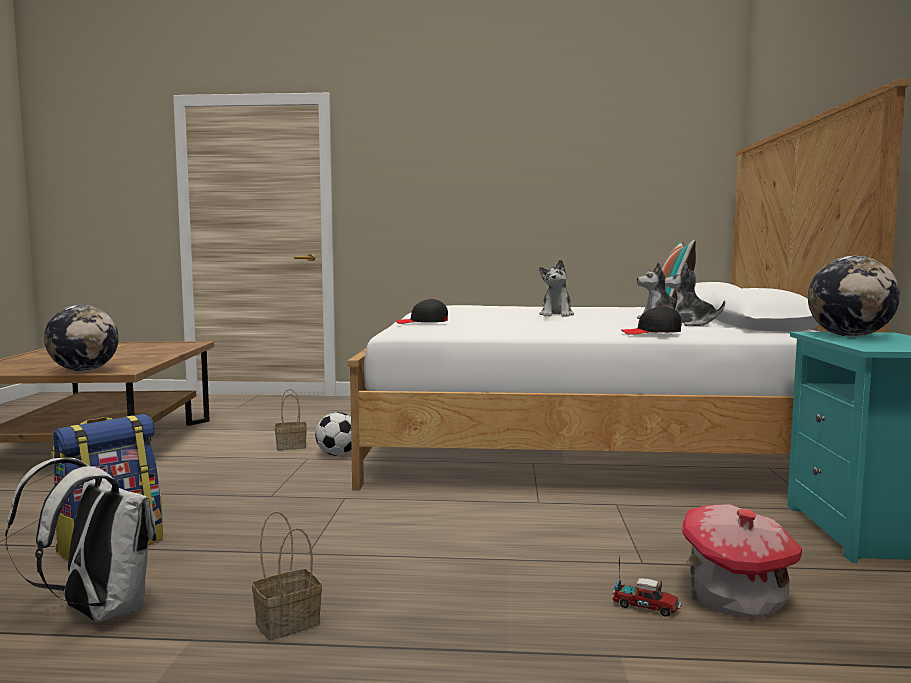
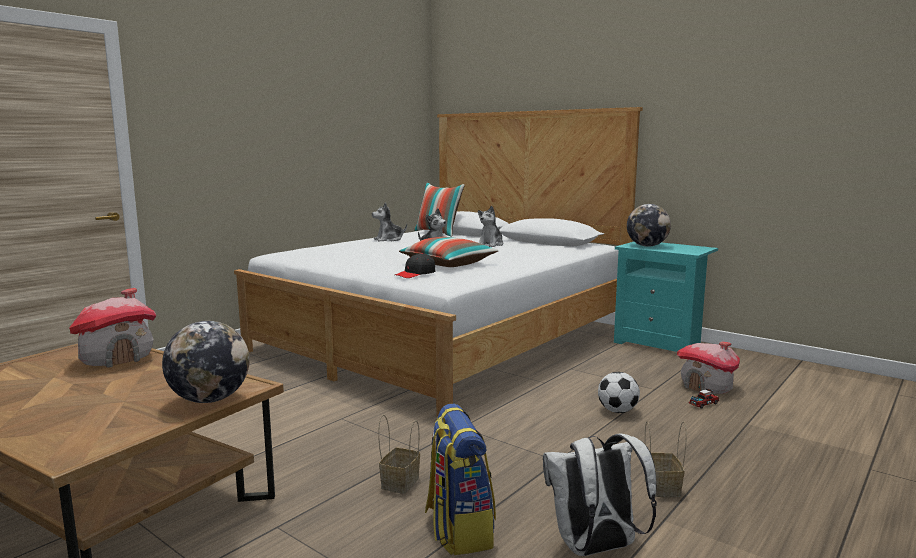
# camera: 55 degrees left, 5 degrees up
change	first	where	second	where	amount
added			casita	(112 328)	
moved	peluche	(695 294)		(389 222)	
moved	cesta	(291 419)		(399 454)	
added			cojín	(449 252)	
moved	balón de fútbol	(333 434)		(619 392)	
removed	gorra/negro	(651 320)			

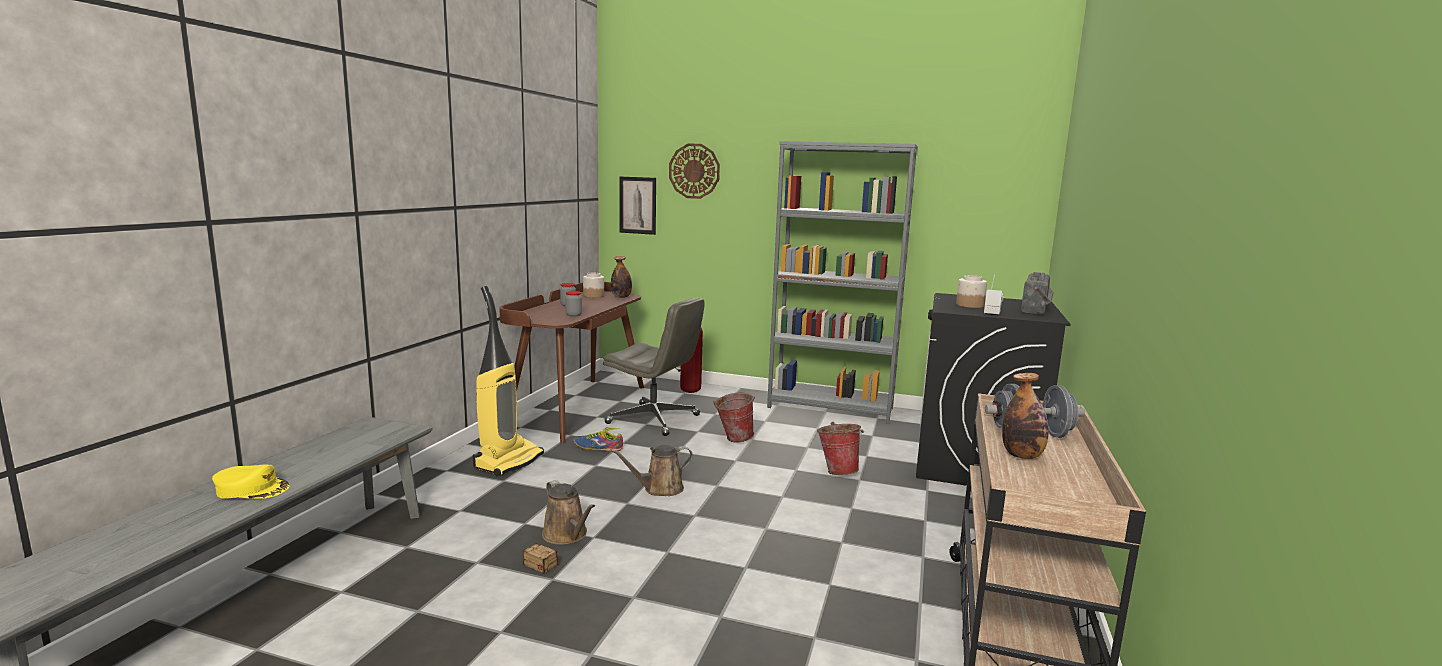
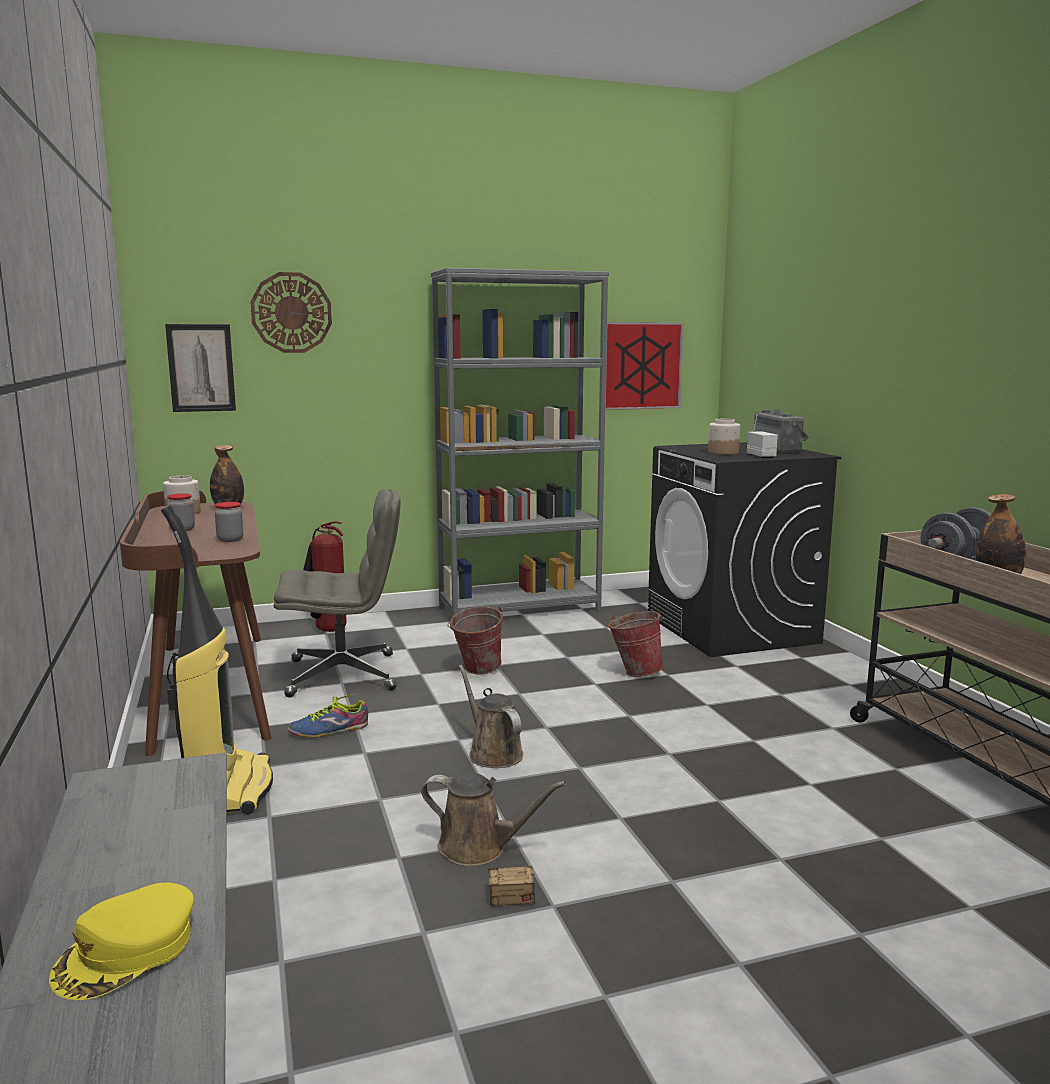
# camera: 35 degrees left, 0 degrees up
change	first	where	second	where	amount
turned	gorra/amarillo	(251 482)		(121 941)	150 degrees clockwise
turned	regadera/marrón	(651 470)		(491 716)	120 degrees clockwise
added			cuadro	(644 366)	

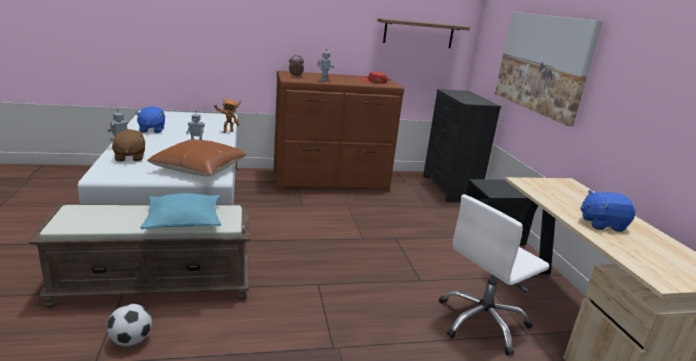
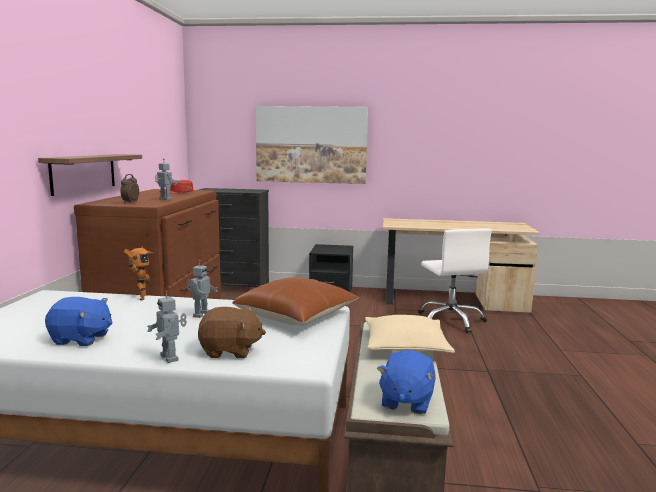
# camera: 70 degrees left, 10 degrees down
change	first	where	second	where	amount
moved	estante	(423 33)		(90 175)	
recoloured	cojín/turquesa	(180 211)	cojín/beis	(410 334)	
moved	peluche/azul	(608 211)		(406 382)	
removed	balón de fútbol	(129 325)			

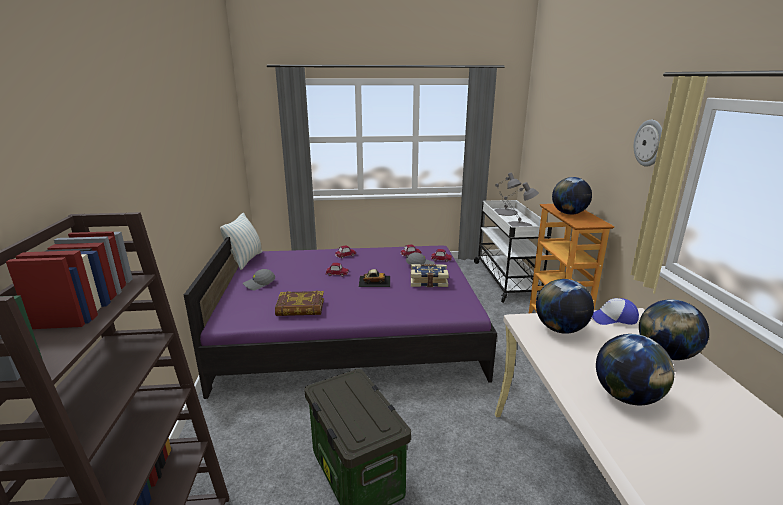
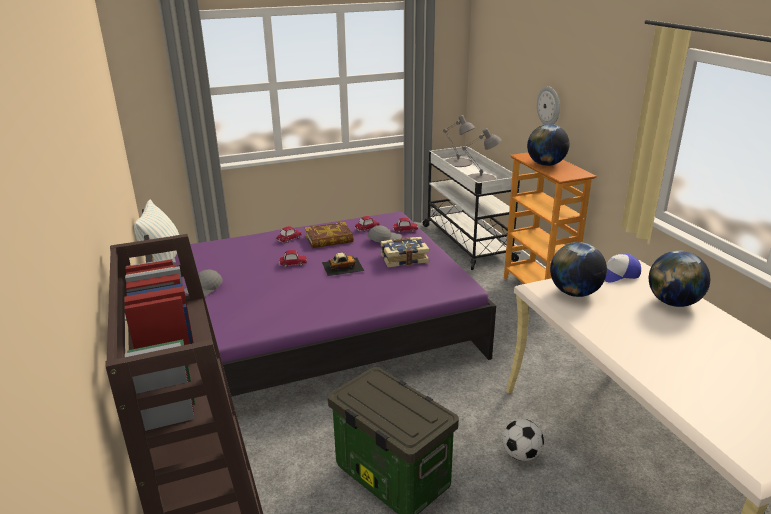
# camera: 15 degrees left, 5 degrees up
change	first	where	second	where	amount
moved	libro	(299 303)		(329 235)	
added			balón de fútbol	(523 440)	
moved	reloj de pared	(648 143)		(548 105)	
removed	globo terráqueo	(635 369)			

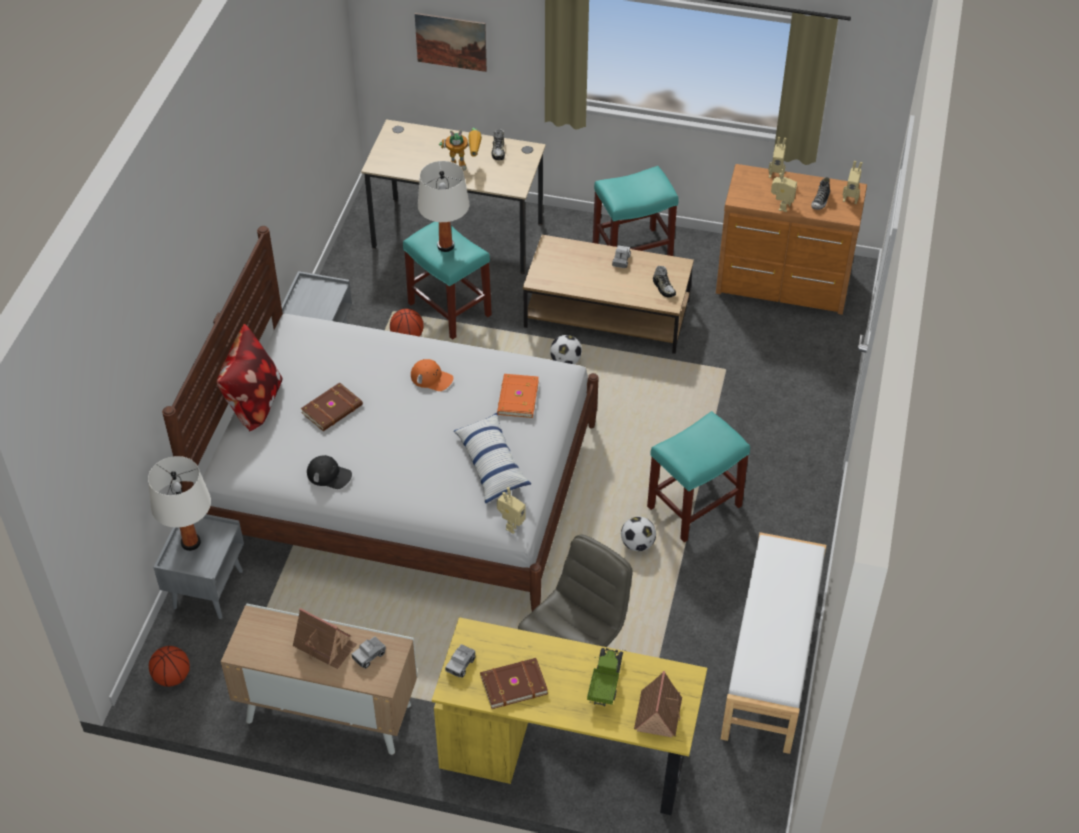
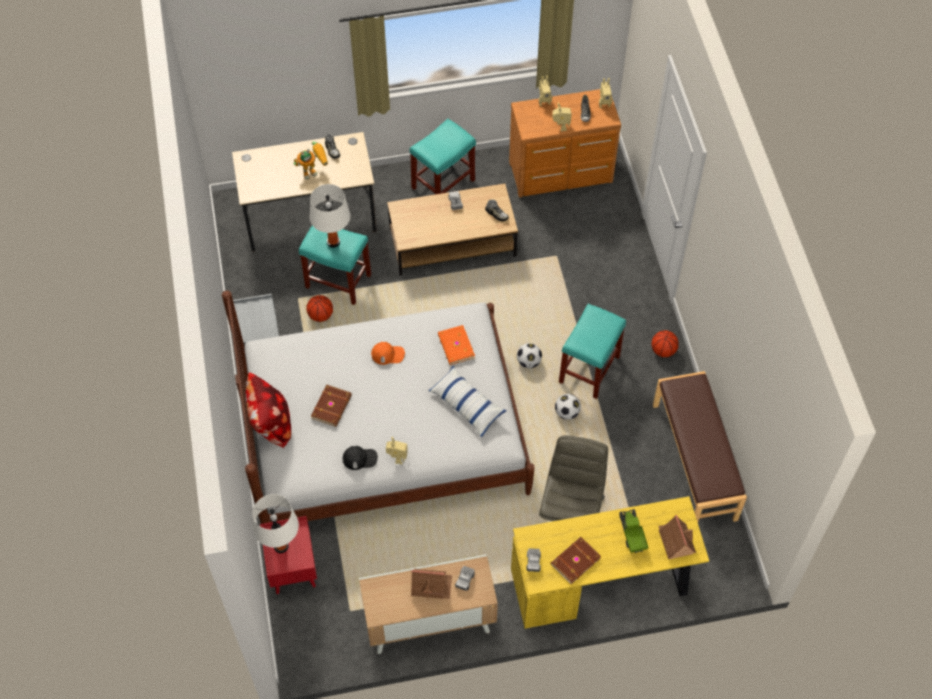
# camera: 25 degrees left, 10 degrees up
change	first	where	second	where	amount
recoloured	mesita de noche/gris	(198 566)	mesita de noche/rojo	(288 555)	
moved	robot de juguete	(511 510)		(397 450)	
moved	balón de fútbol	(566 349)		(529 355)	
moved	balón de baloncesto	(169 666)		(665 343)	
recoloured	banco/blanco	(773 643)	banco/marrón	(700 446)	
removed	cuadro	(451 42)			

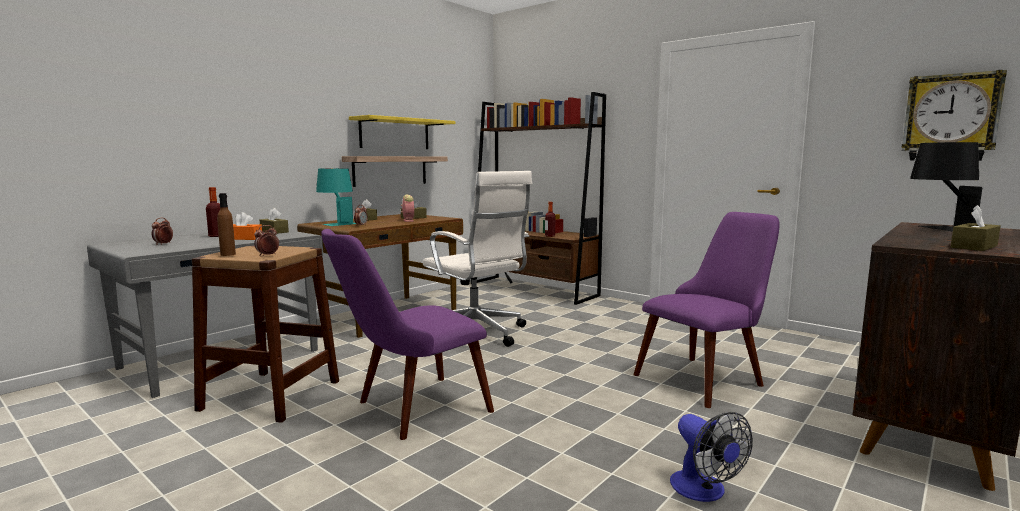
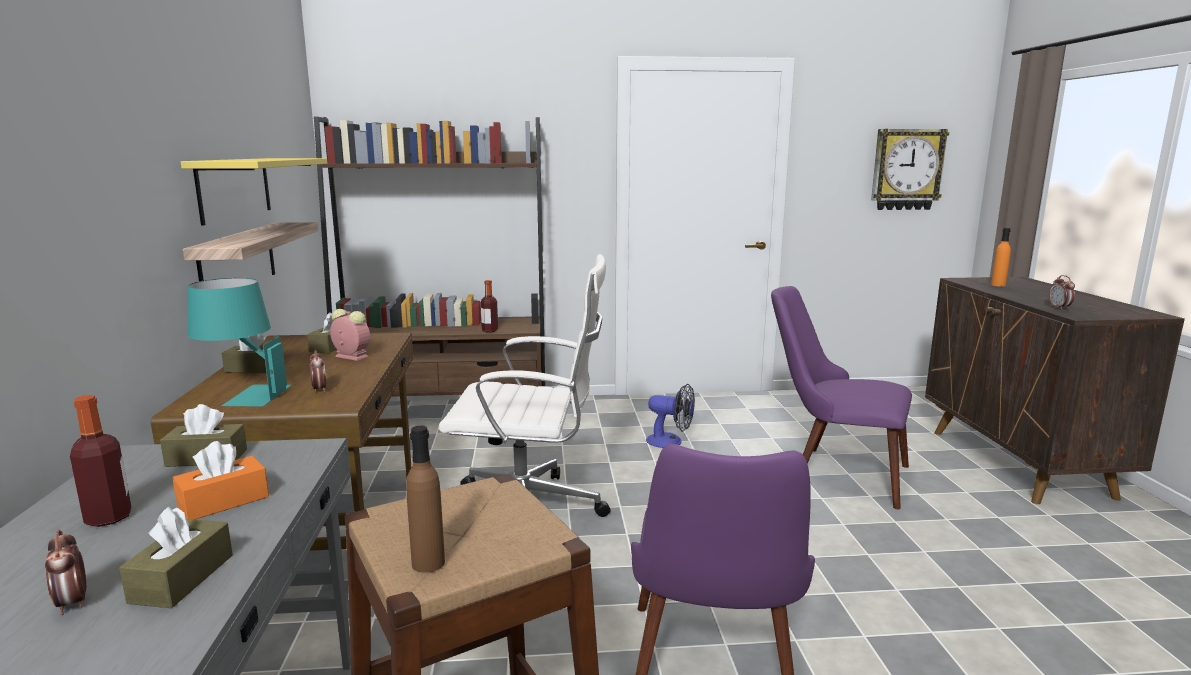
# camera: 45 degrees left, 5 degrees up
change	first	where	second	where	amount
moved	caja de pañuelos/marrón	(976 228)		(176 557)	
moved	ventilador	(711 457)		(670 416)	
turned	silla/morado	(707 310)		(841 397)	75 degrees counterclockwise
replaced	lámpara de mesa/negro	(946 186)	botella/naranja	(1001 257)	
moved	despertador	(266 240)		(1062 292)	

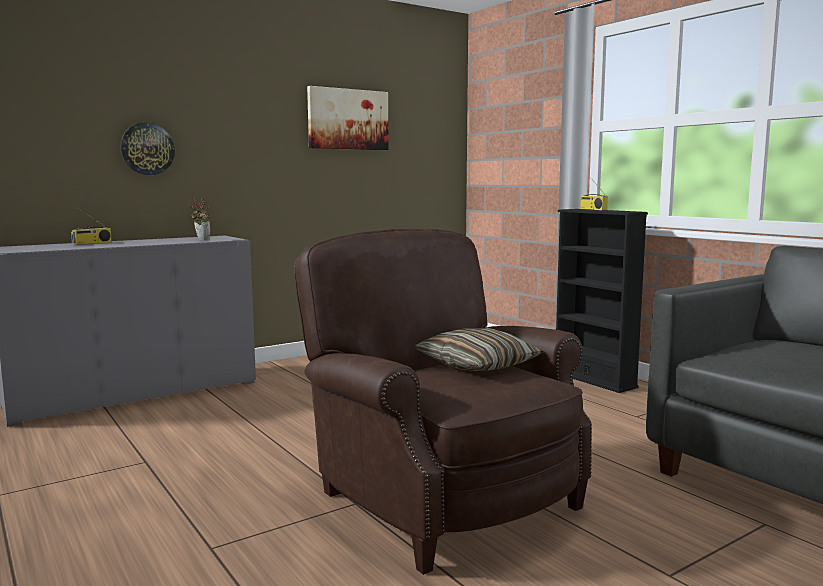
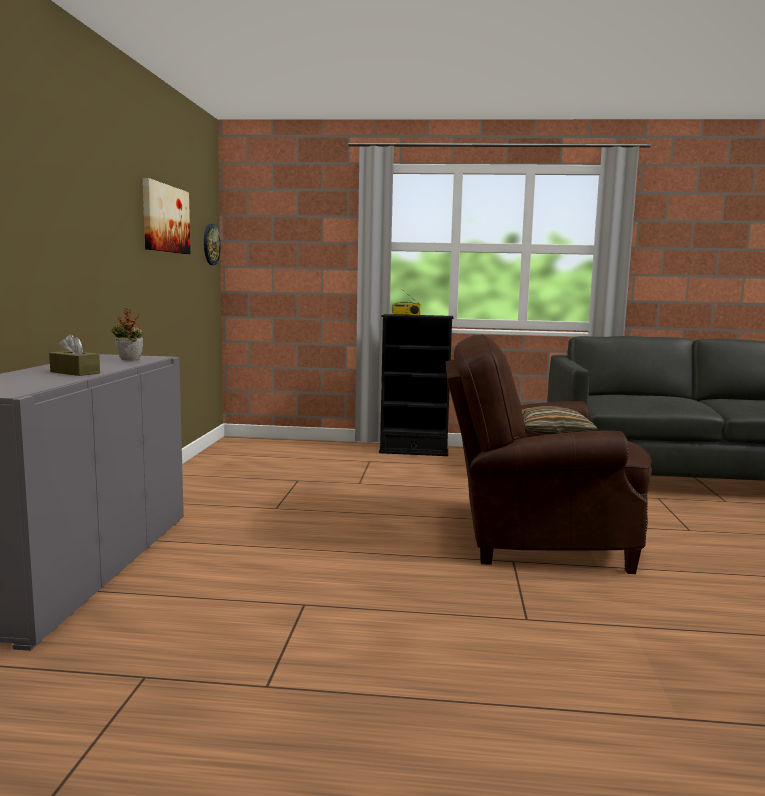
# camera: 50 degrees left, 0 degrees up
change	first	where	second	where	amount
added			caja de pañuelos/marrón	(74 355)	
moved	reloj de pared	(147 149)		(212 244)	
removed	radio	(91 227)			

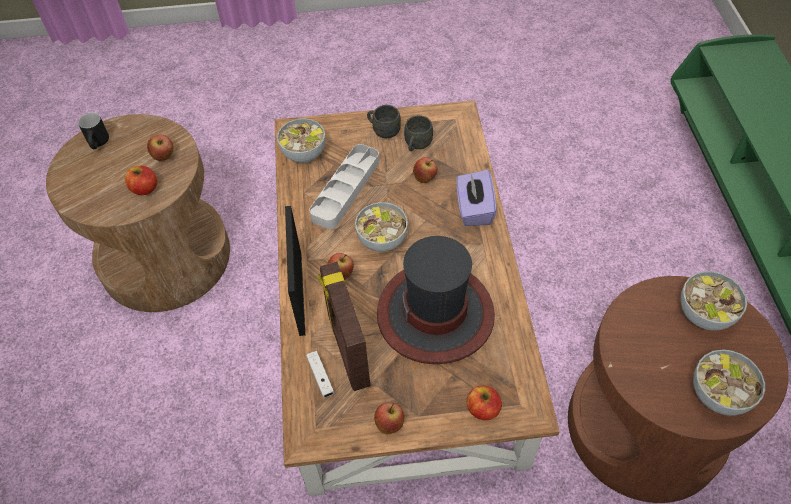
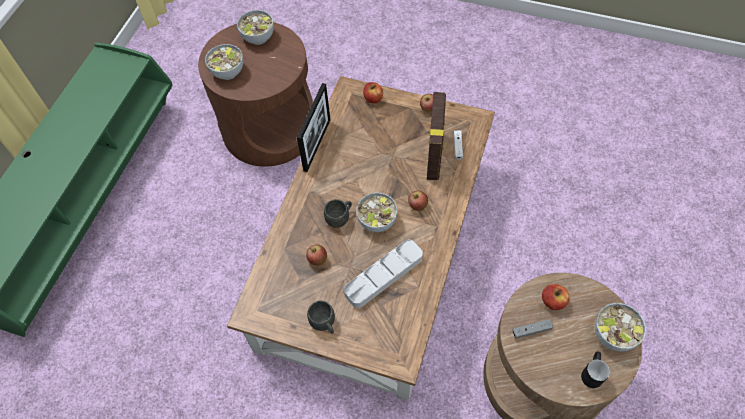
# camera: 155 degrees left, 5 degrees up
change	first	where	second	where	amount
moved	portarretratos	(295 271)		(314 127)	
moved	taza grande/gris	(418 133)		(338 213)	
replaced	manzana	(160 148)	mando de consola/gris	(532 328)	
moved	cuenco	(301 140)		(620 327)	
removed	sombrero	(436 300)			
removed	caja de pañuelos/morado	(476 198)			

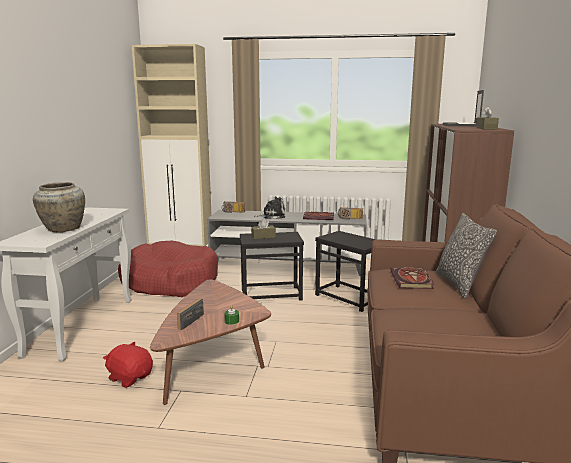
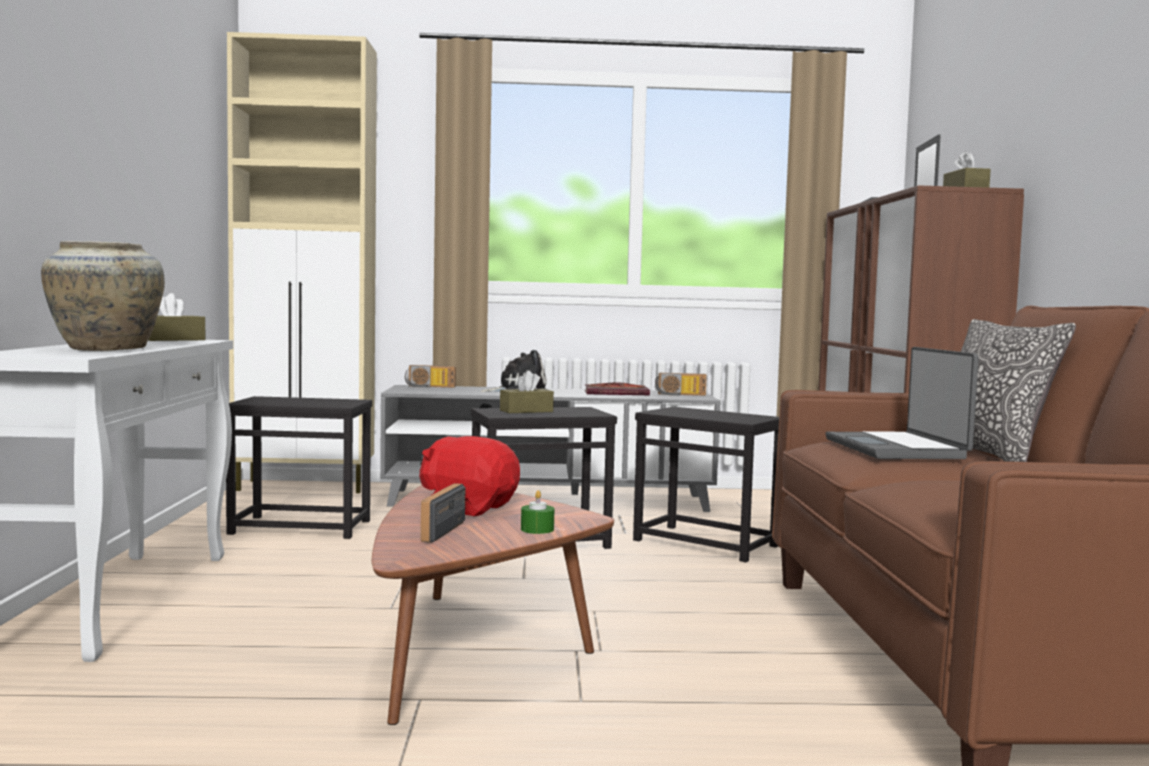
# camera: 10 degrees left, 10 degrees down
change	first	where	second	where	amount
added			caja de pañuelos/marrón	(176 317)	
replaced	cama para perro/rojo	(168 269)	mesa auxiliar/negro	(299 467)	
moved	peluche/rojo	(128 364)		(469 476)	
replaced	libro	(412 278)	portátil	(902 403)	

